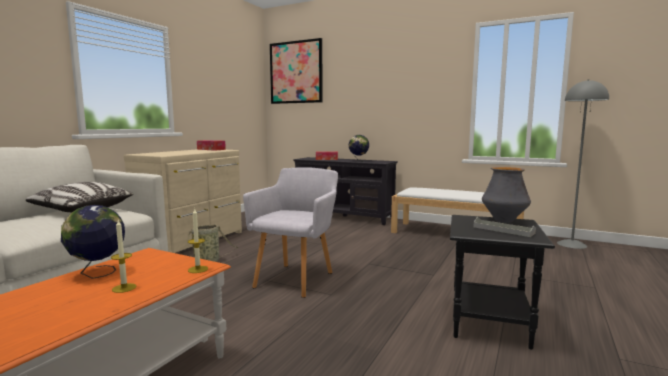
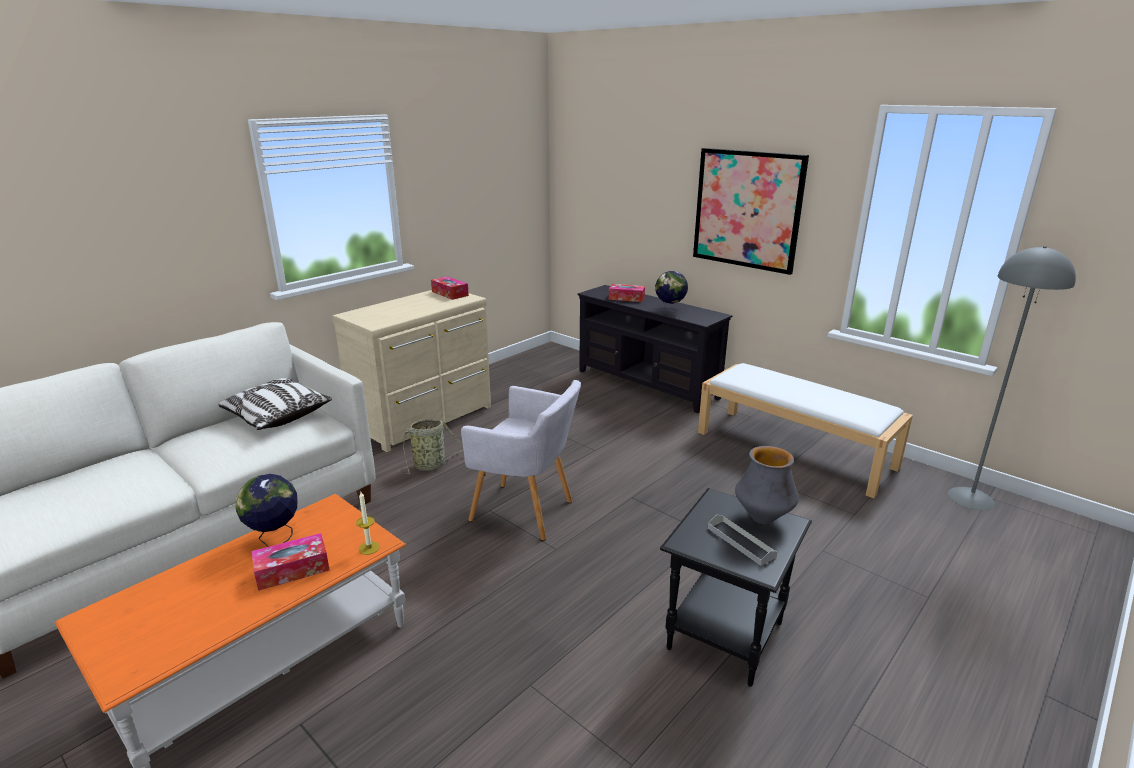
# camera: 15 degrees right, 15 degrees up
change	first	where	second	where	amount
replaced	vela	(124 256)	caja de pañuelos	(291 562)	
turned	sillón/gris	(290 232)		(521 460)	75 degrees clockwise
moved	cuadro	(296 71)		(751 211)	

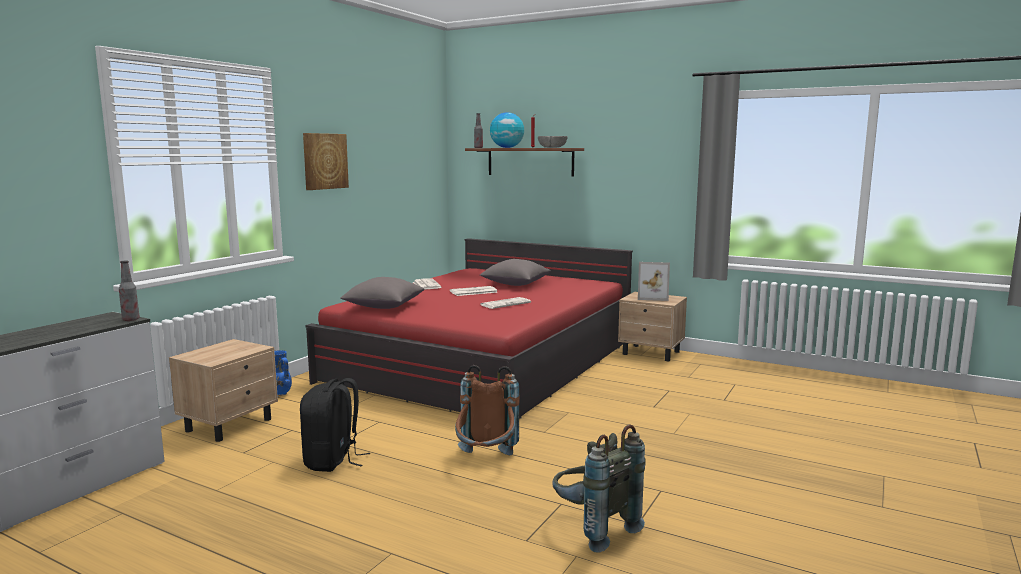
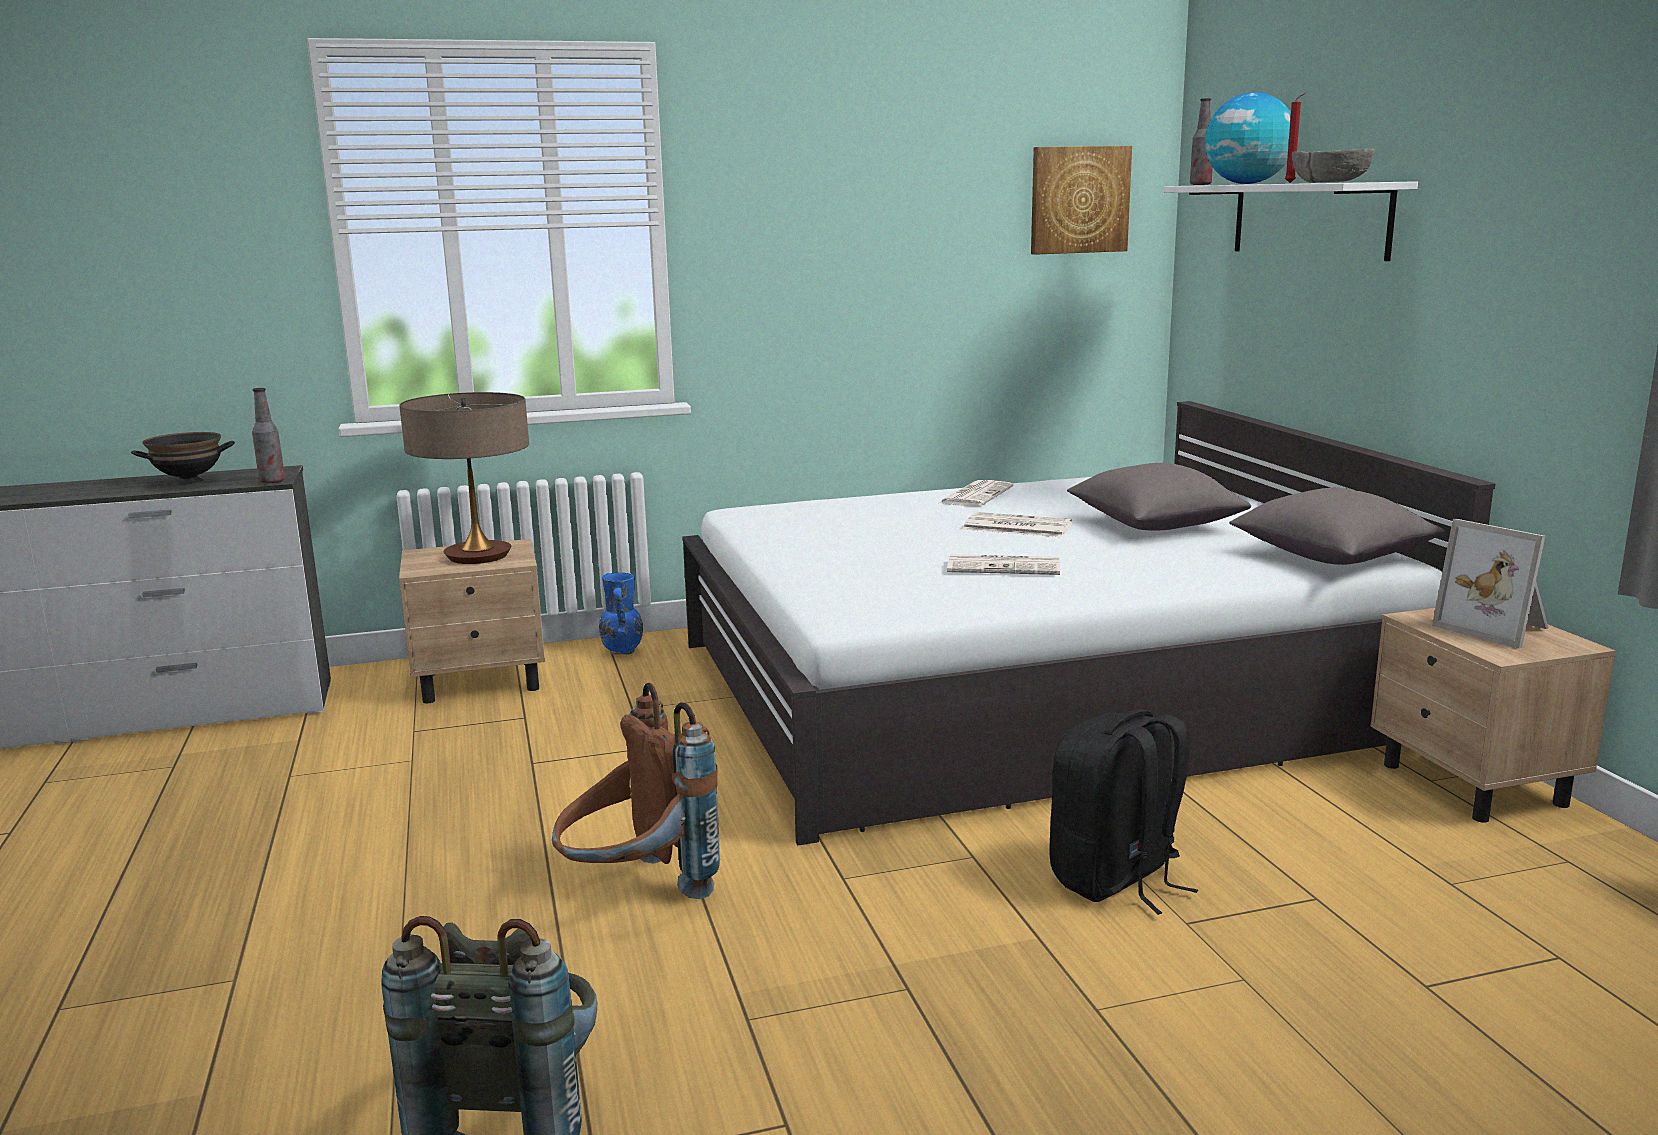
# camera: 45 degrees right, 5 degrees up
change	first	where	second	where	amount
added			cuenco/negro	(183 458)	
added			lámpara de mesa	(464 478)	
recoloured	cama/rojo	(469 328)	cama/blanco	(1089 623)	
moved	cuadro	(326 161)		(1081 200)	
moved	mochila/negro	(335 425)		(1123 812)	
recoloured	estante/marrón	(524 162)	estante/blanco	(1291 221)	
moved	cojín/gris	(382 293)		(1337 526)	

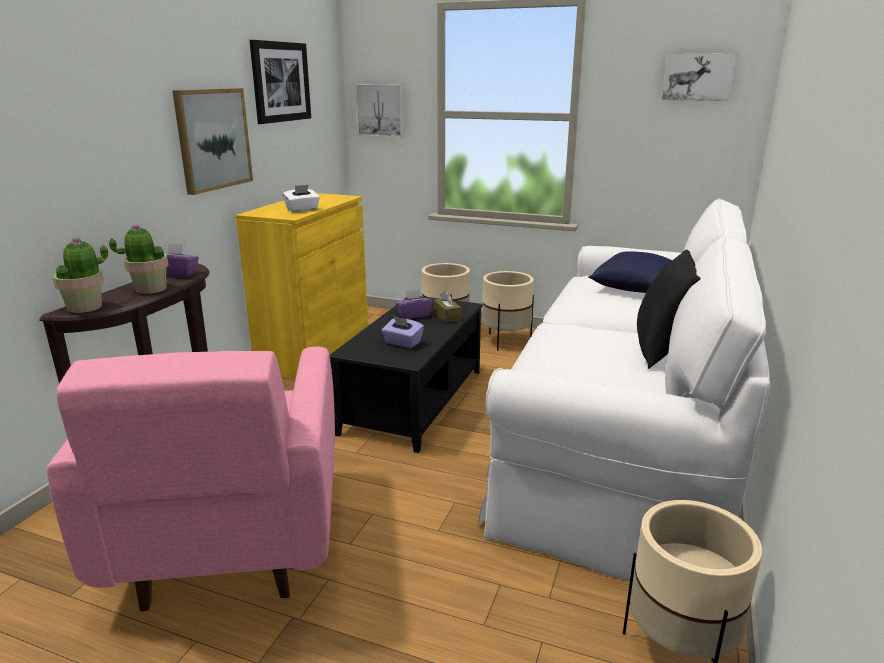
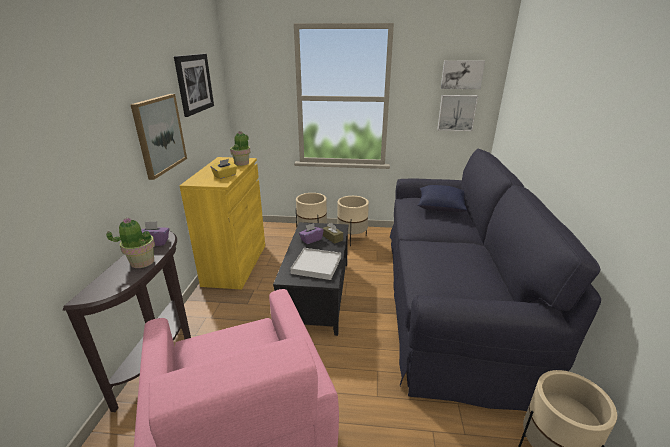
# camera: 15 degrees left, 5 degrees up
change	first	where	second	where	amount
recoloured	caja de pañuelos/blanco	(301 198)	caja de pañuelos/amarillo	(224 169)	
moved	planta en maceta	(80 275)		(240 148)	
replaced	caja de pañuelos/morado	(403 332)	bandeja/blanco	(315 264)	
recoloured	sofá/blanco	(624 389)	sofá/negro	(495 279)	
moved	cuadro	(379 110)		(457 113)	
removed	cojín/negro	(669 309)			

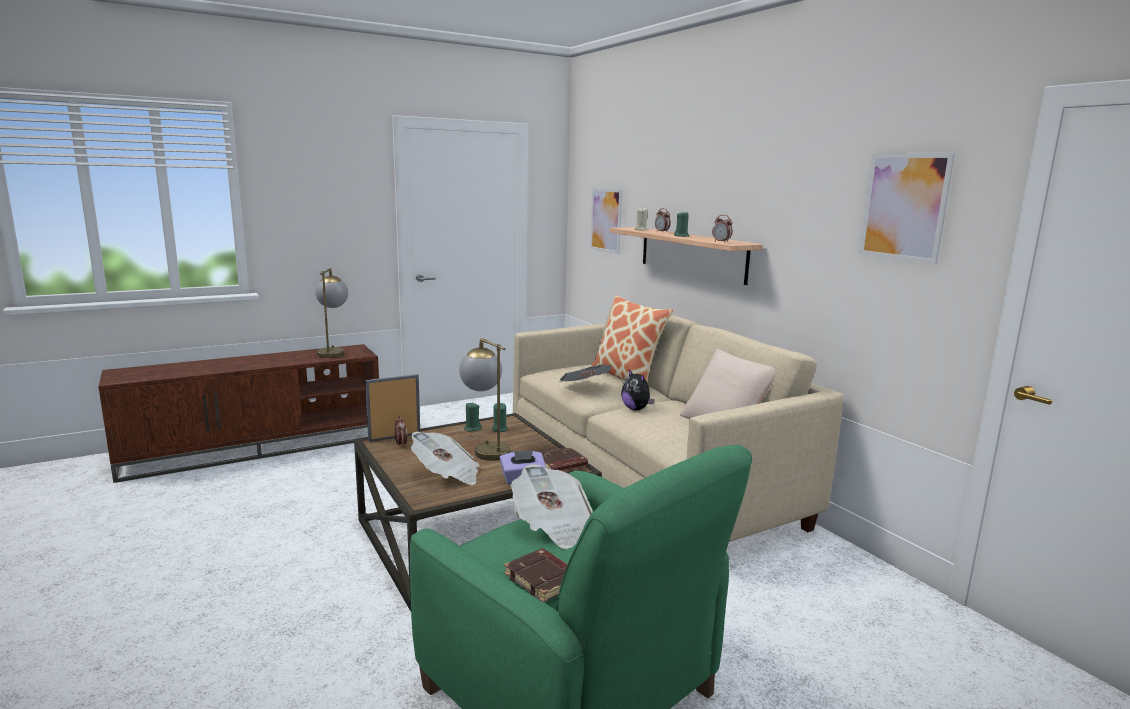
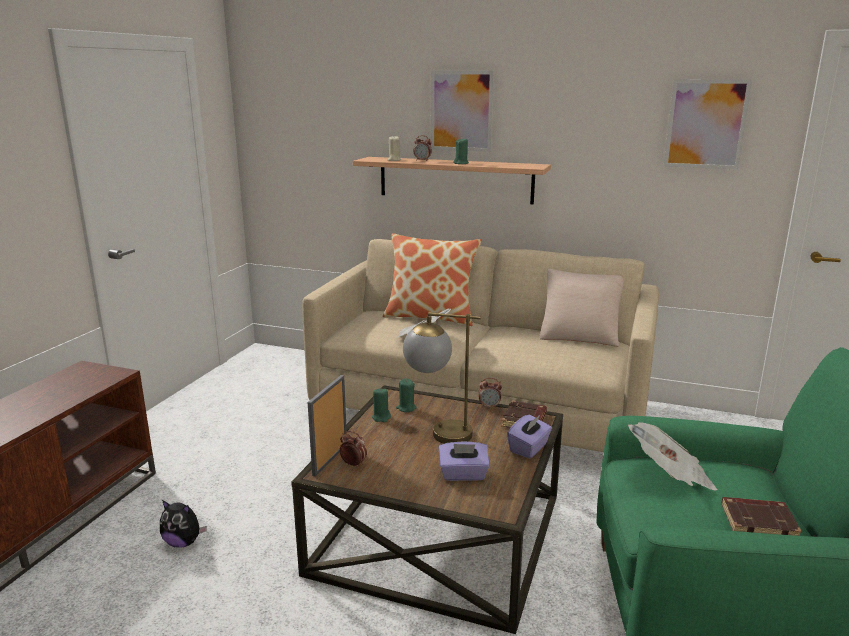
# camera: 40 degrees left, 5 degrees up
change	first	where	second	where	amount
moved	peluche	(638 390)		(183 524)	
moved	cuadro	(606 221)		(462 111)	
replaced	periódico	(445 458)	caja de pañuelos/morado	(464 461)	
moved	despertador	(722 229)		(490 393)	
removed	lámpara de mesa	(331 313)			

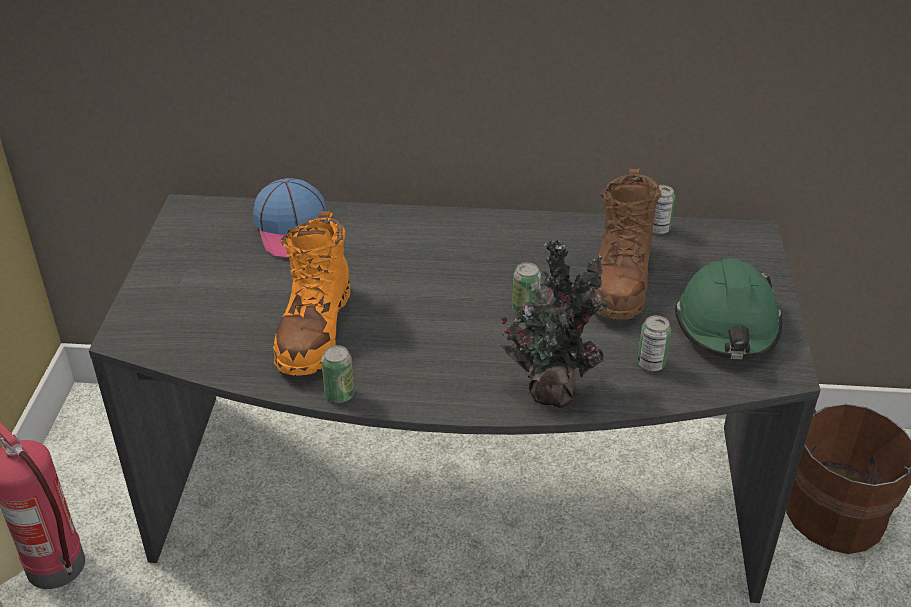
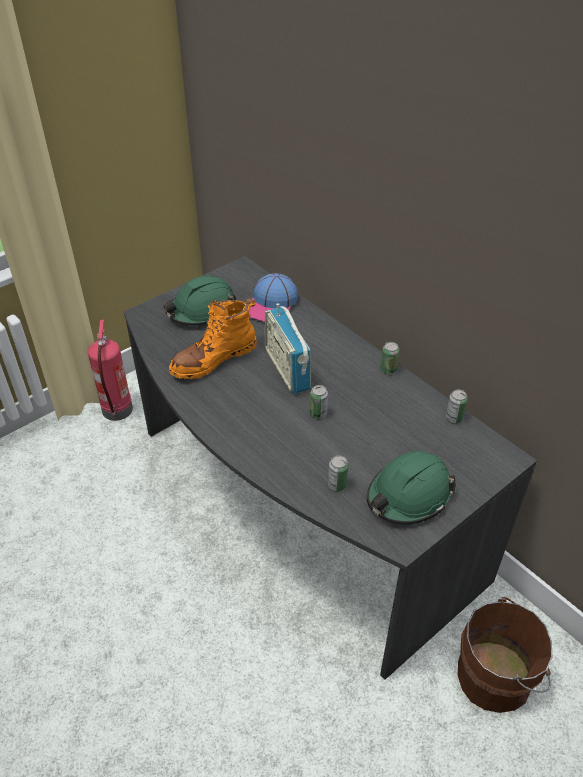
# camera: 45 degrees right, 5 degrees up
change	first	where	second	where	amount
added			casco/verde	(199 301)	
added			radio	(288 348)	
moved	lata	(338 374)		(389 358)	
removed	planta en maceta	(553 323)			
removed	bota/marrón	(627 244)			

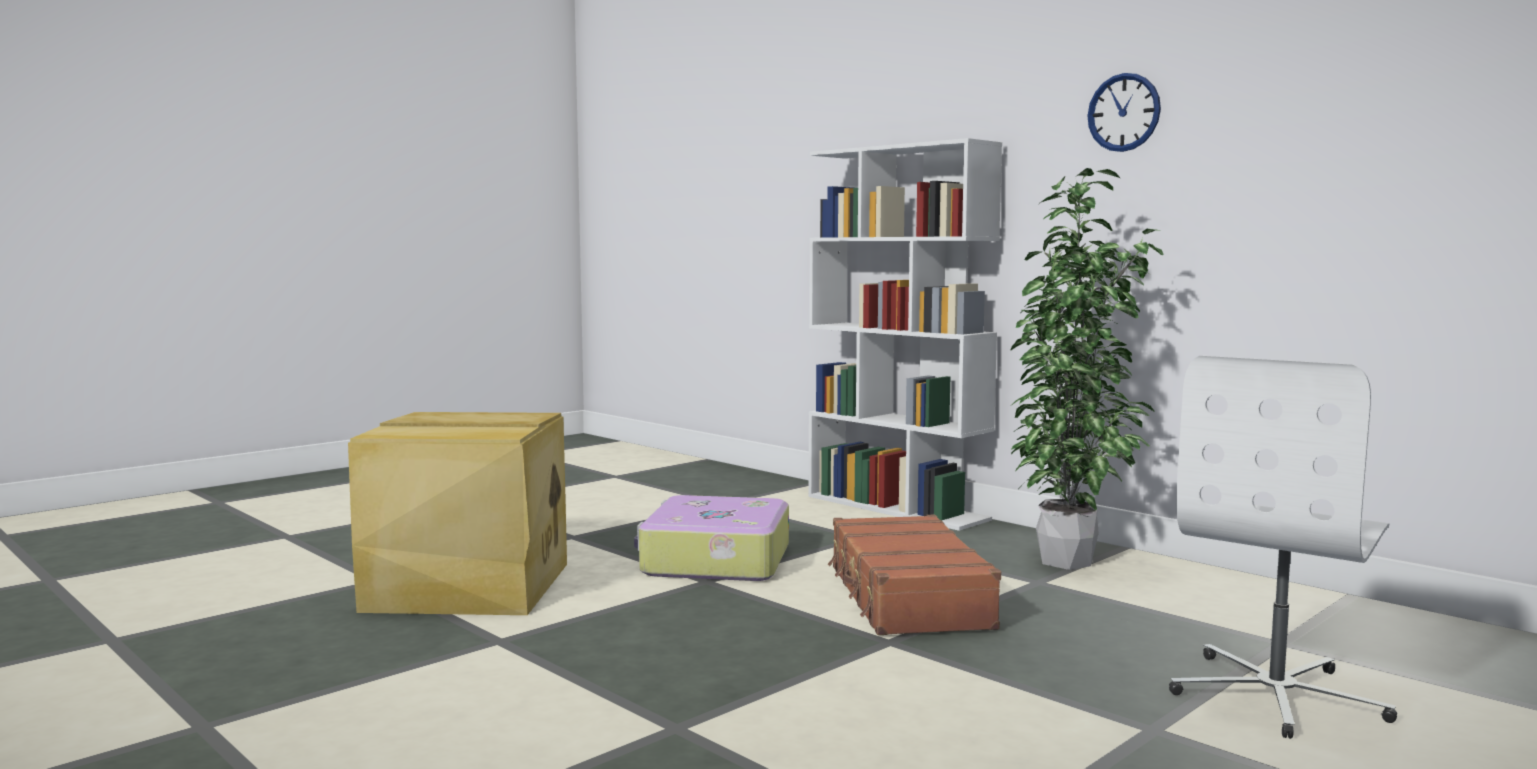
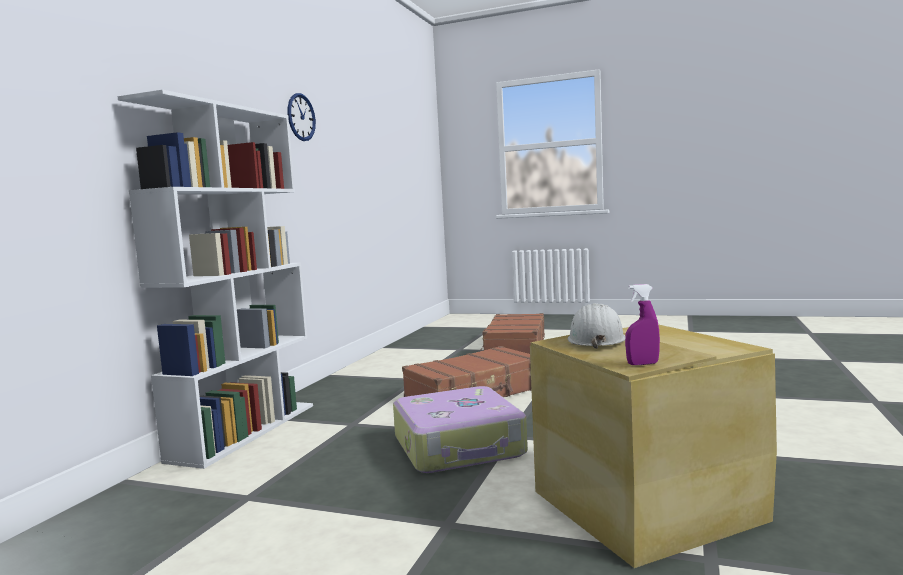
# camera: 115 degrees left, 0 degrees up
change	first	where	second	where	amount
replaced	silla de oficina/blanco	(1283 547)	maleta/marrón	(512 333)	
added			casco/blanco	(596 326)	
added			pulverizador/morado	(642 324)	
removed	planta en maceta	(1086 369)			

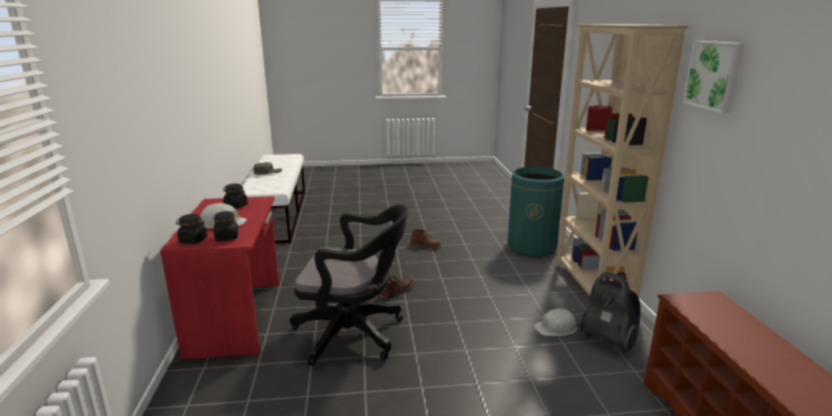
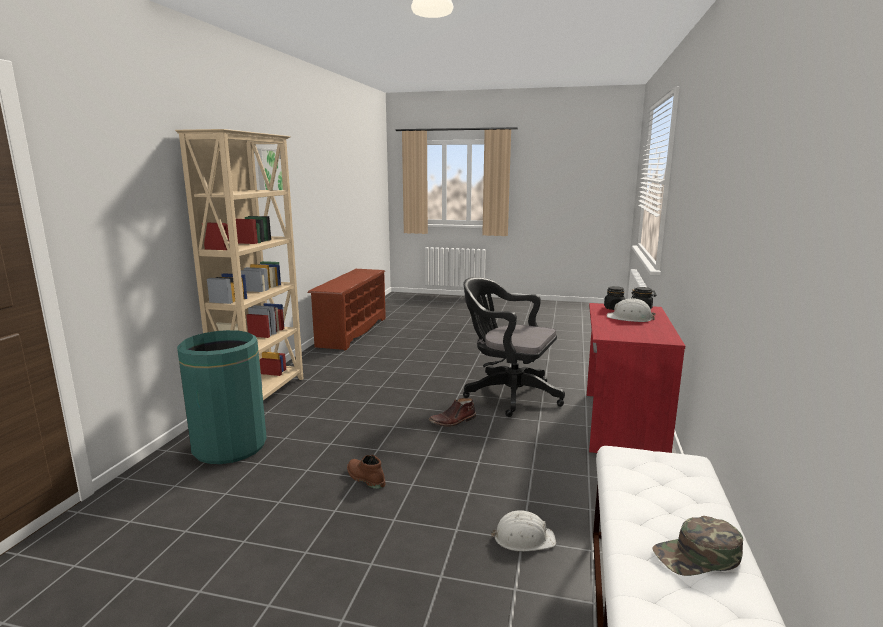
# camera: 160 degrees left, 5 degrees down
change	first	where	second	where	amount
moved	casco/blanco	(555 322)		(523 530)	
removed	tarro/negro	(235 196)			
removed	aspiradora	(609 312)			

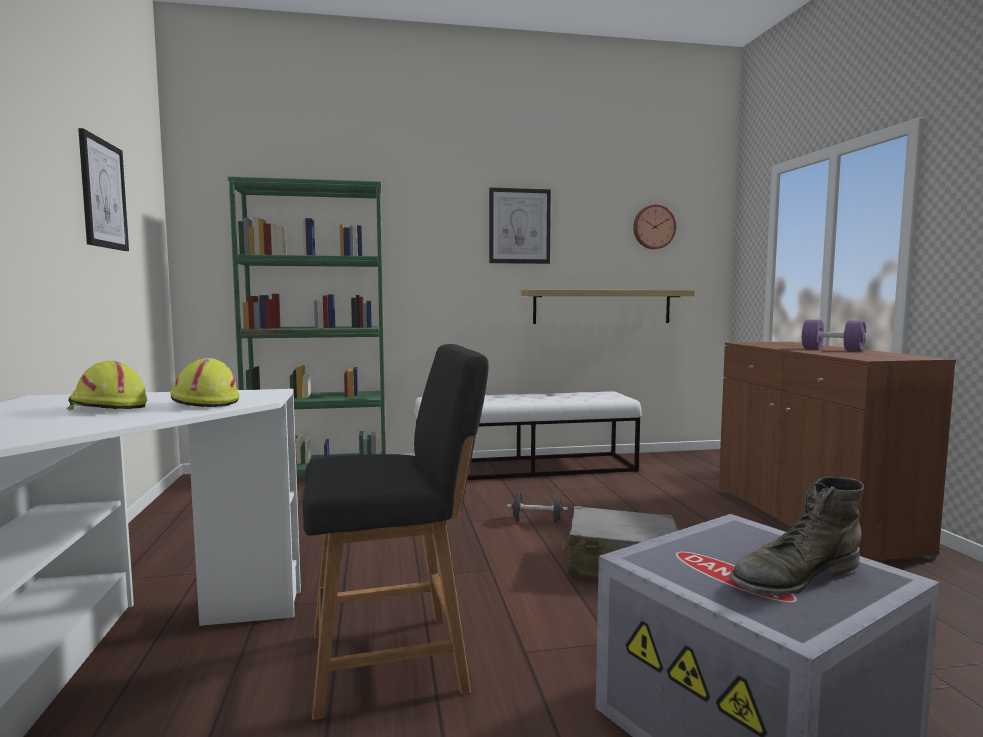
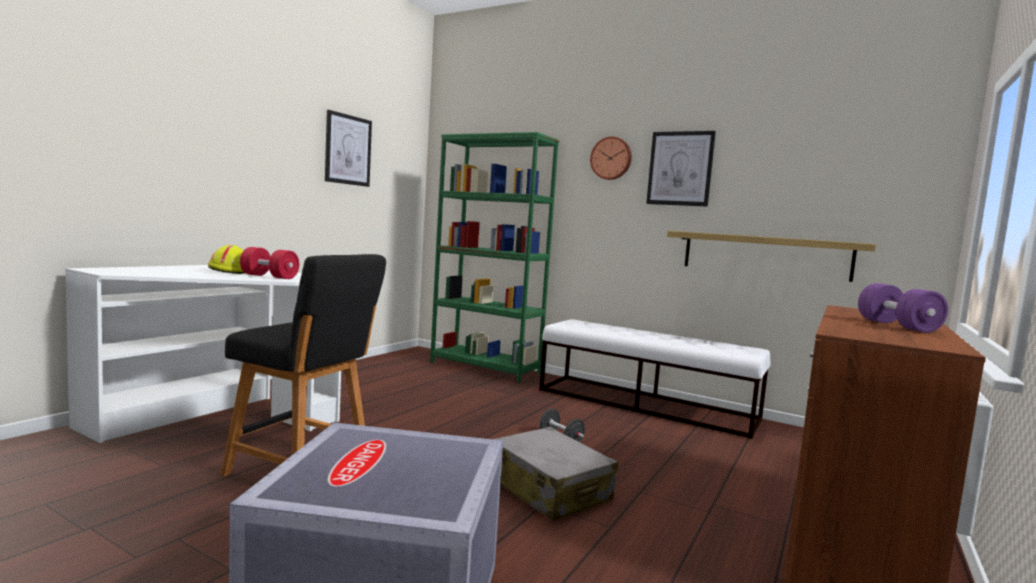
# camera: 40 degrees right, 0 degrees up
change	first	where	second	where	amount
replaced	casco/amarillo	(204 382)	mancuerna/rojo	(269 263)	
moved	reloj de pared	(654 226)		(611 158)	
removed	bota/verde	(796 536)			

